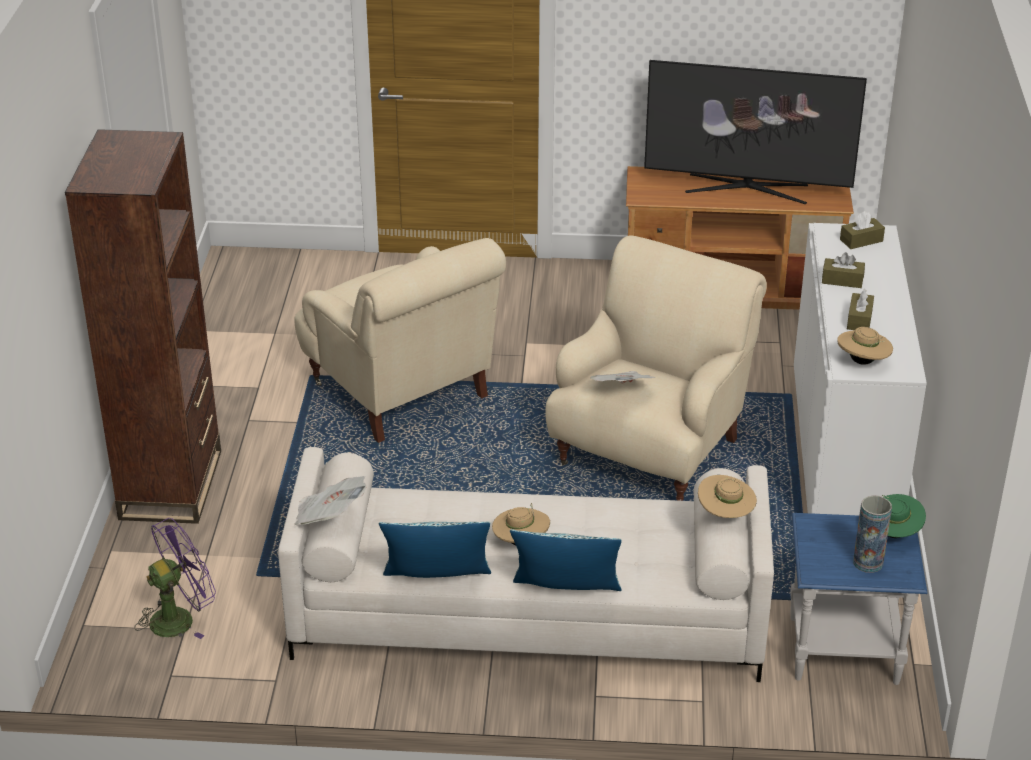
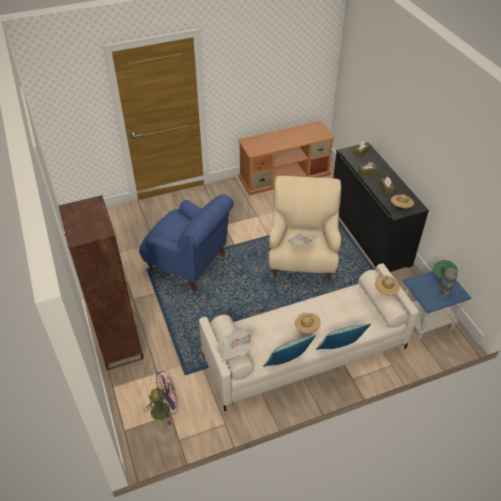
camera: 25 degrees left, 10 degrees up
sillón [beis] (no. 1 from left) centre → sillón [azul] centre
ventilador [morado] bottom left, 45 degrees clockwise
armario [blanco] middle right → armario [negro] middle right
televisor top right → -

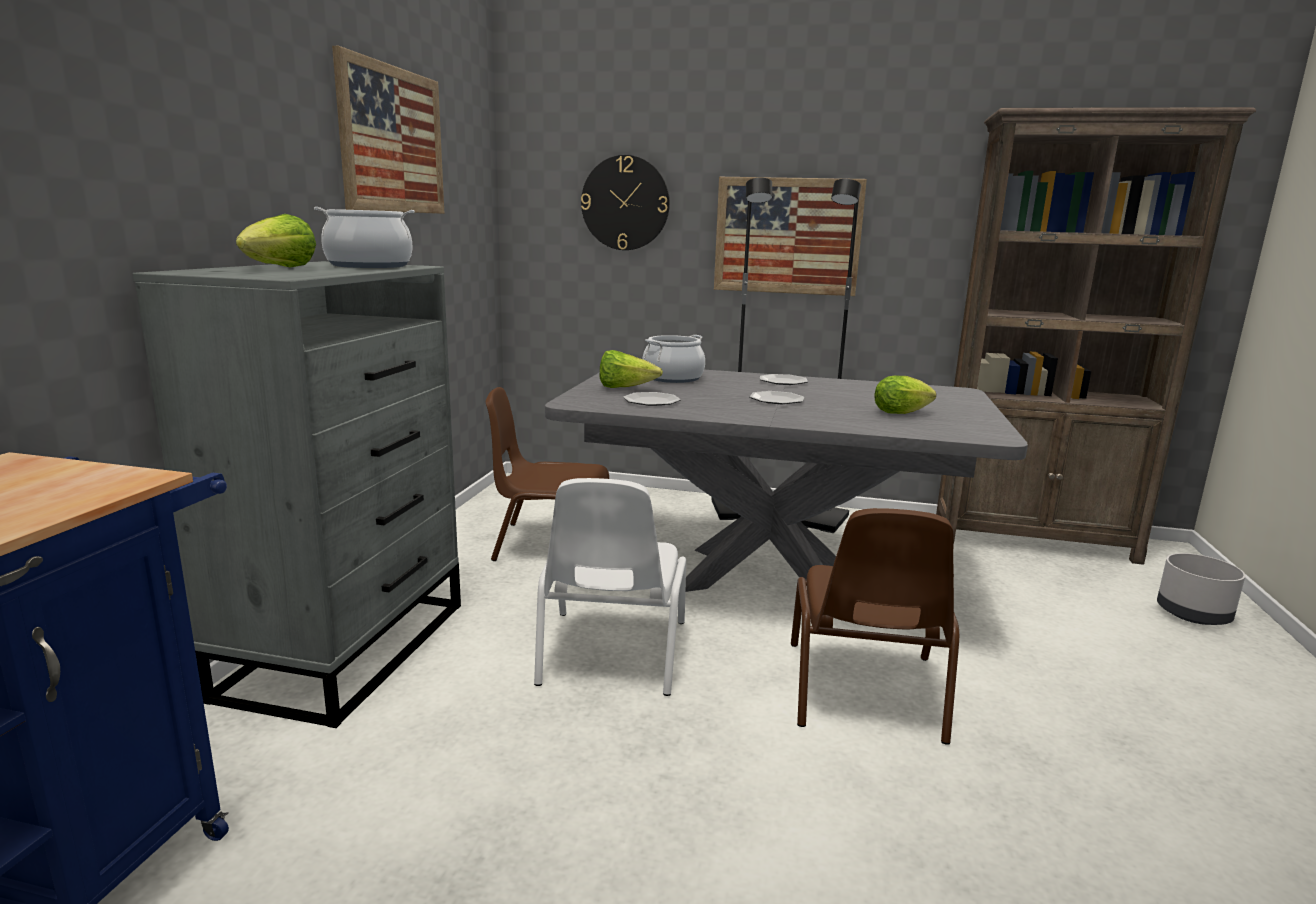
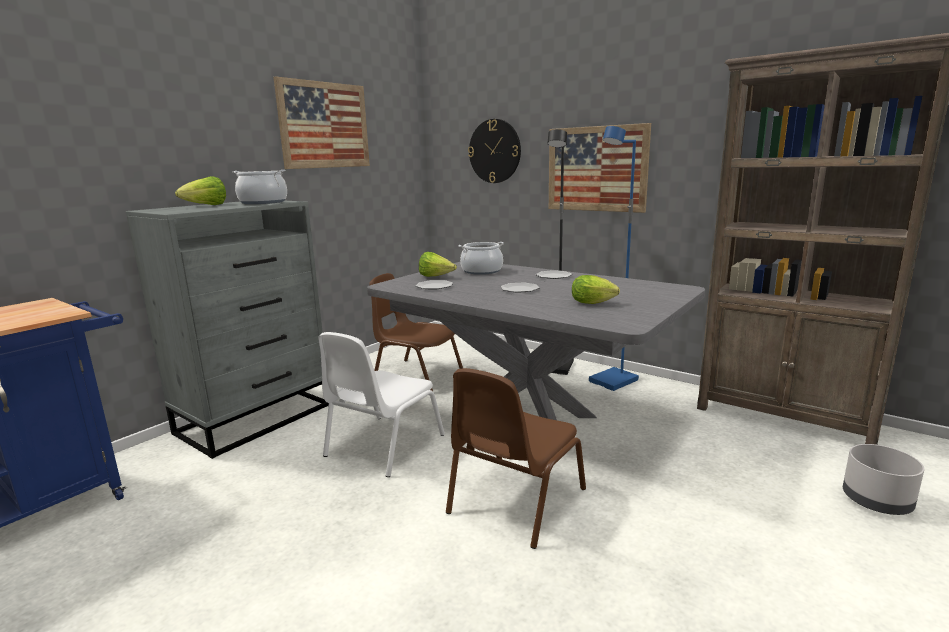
camera: 25 degrees right, 0 degrees up
lámpara de pie [negro] (no. 2 from left) centre → lámpara de pie [azul] centre

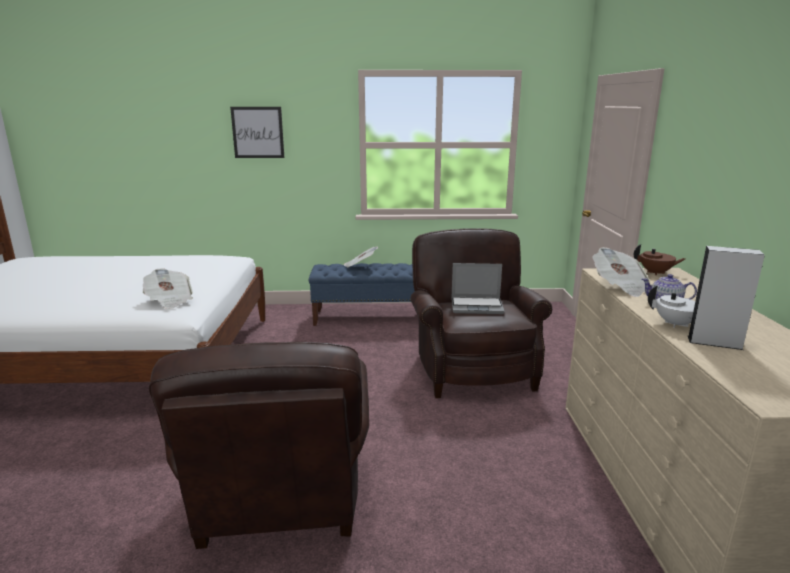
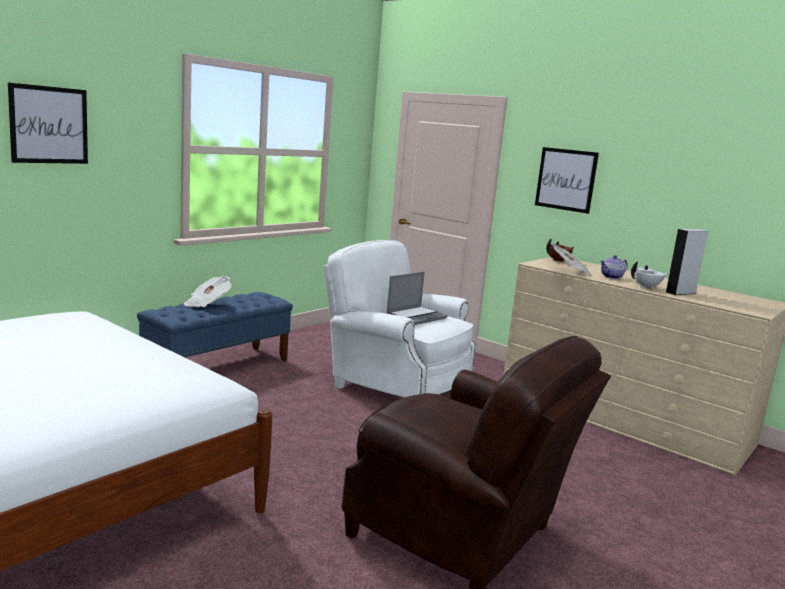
camera: 50 degrees left, 5 degrees down
sillón [marrón] (no. 2 from left) centre → sillón [blanco] centre
- → cuadro (no. 2 from left) top right
periódico (no. 1 from left) middle left → -

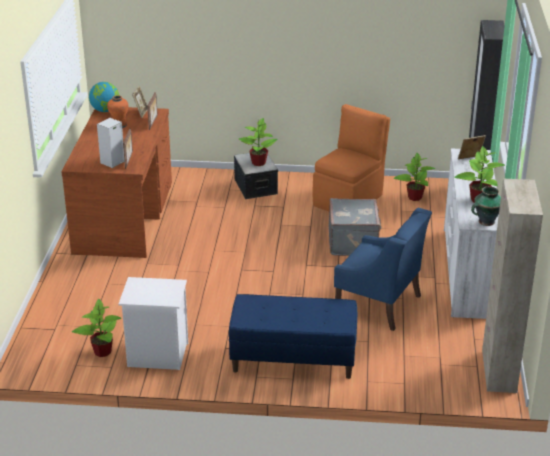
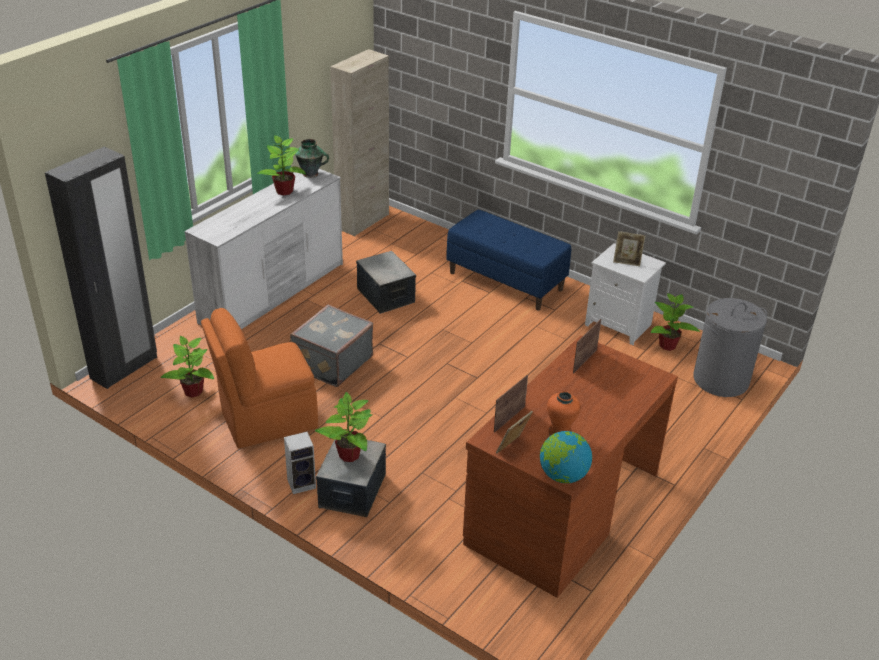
camera: 150 degrees left, 5 degrees up
altavoz top left → altavoz bottom centre, relocated
sillón [azul] middle right → caja de almacenaje (no. 2 from left) centre
portarretratos (no. 4 from left) top right → portarretratos (no. 4 from left) middle right, relocated
- → cesto de la ropa [gris] middle right

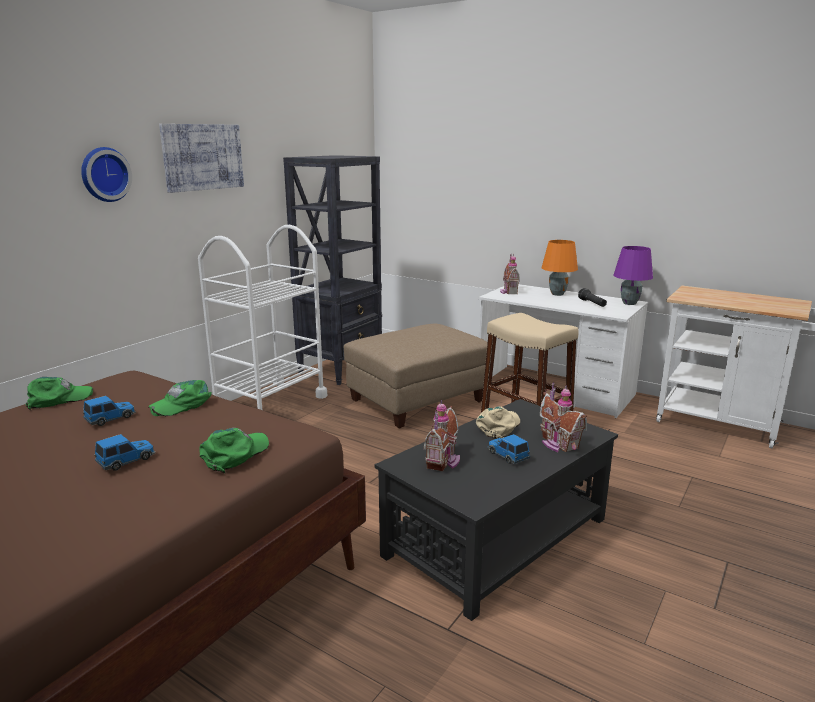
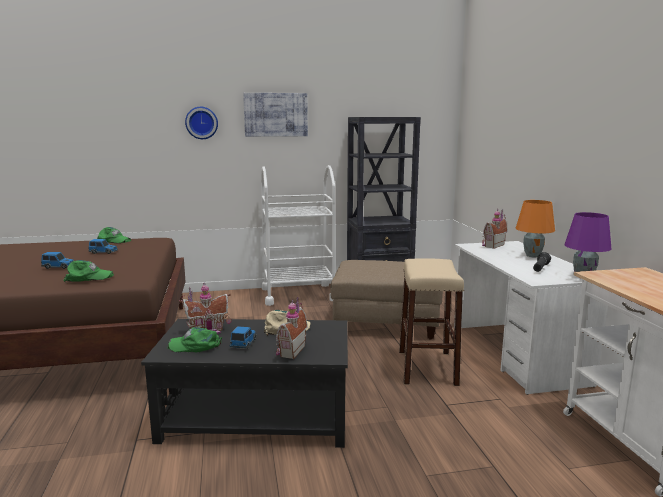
camera: 45 degrees right, 5 degrees down
gorra [verde] (no. 2 from left in the first image) middle left → gorra [verde] (no. 3 from left) bottom left, relocated

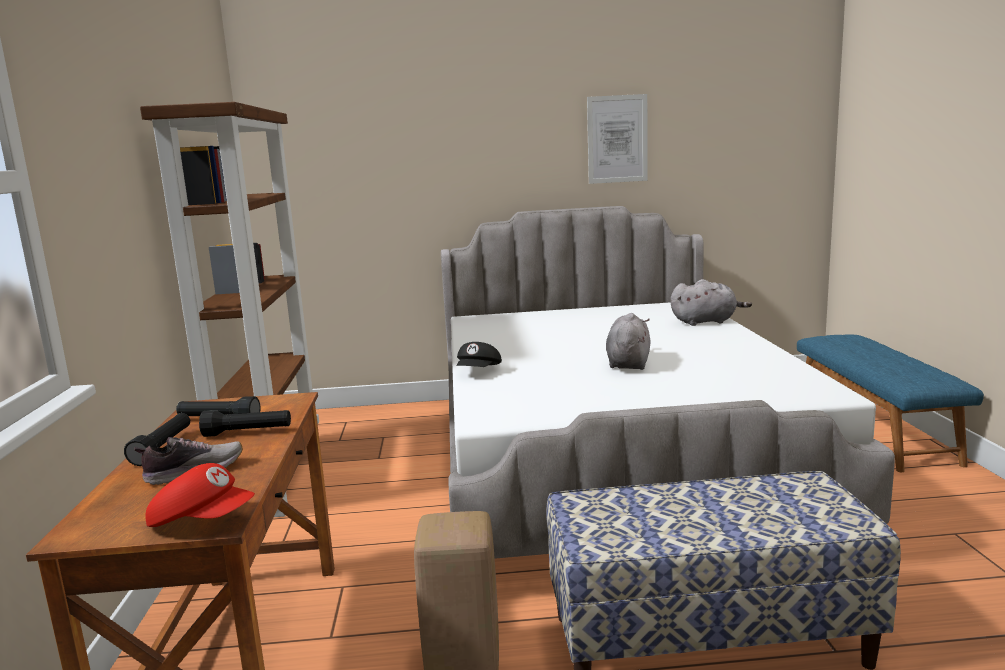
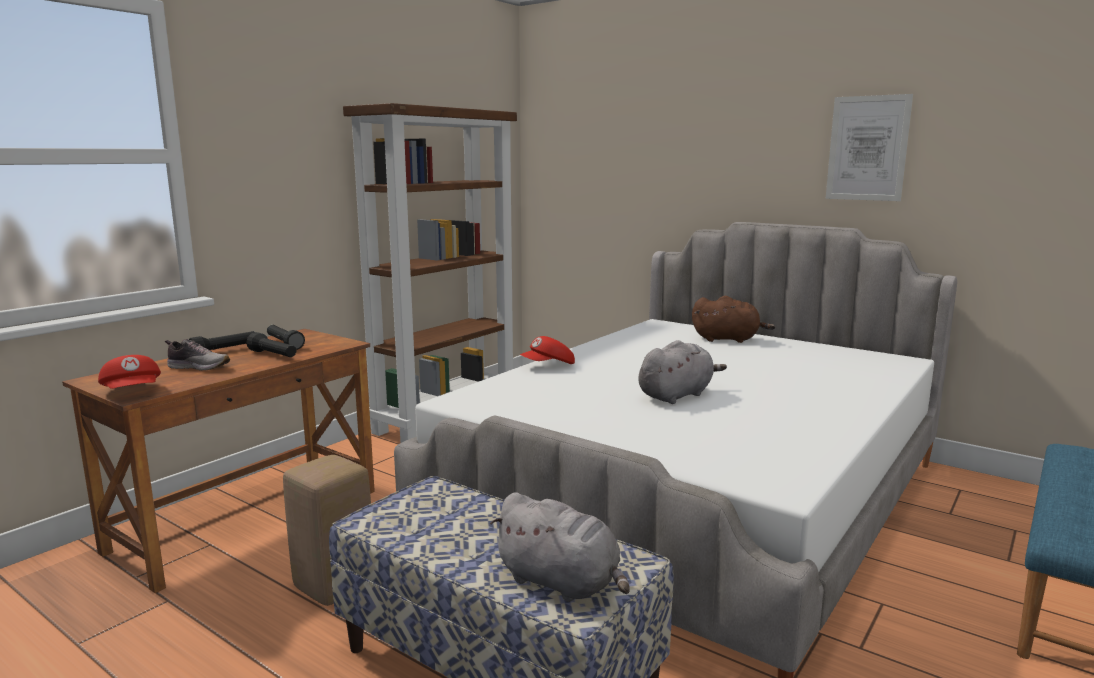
camera: 40 degrees right, 0 degrees up
peluche [gris] (no. 2 from left in the first image) middle right → peluche [gris] (no. 1 from left) bottom centre, relocated
gorra [negro] centre → gorra [rojo] (no. 2 from left) centre
- → peluche [marrón] middle right

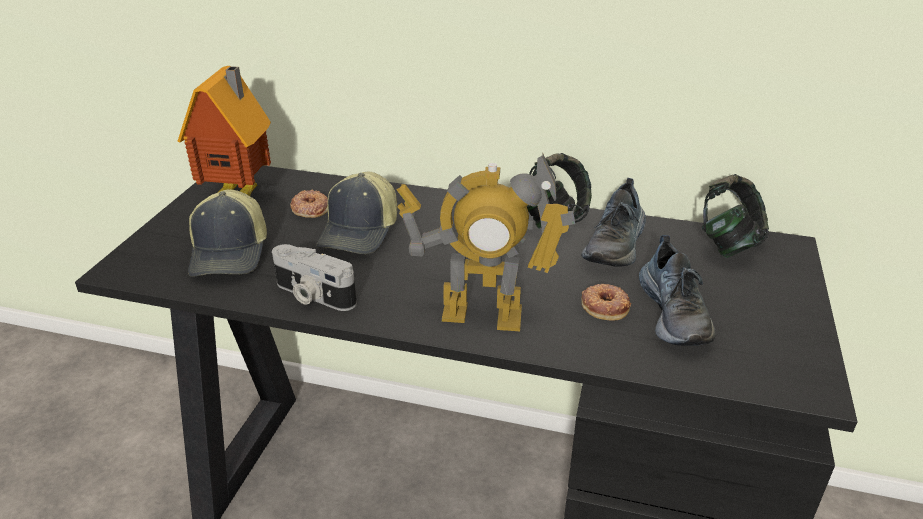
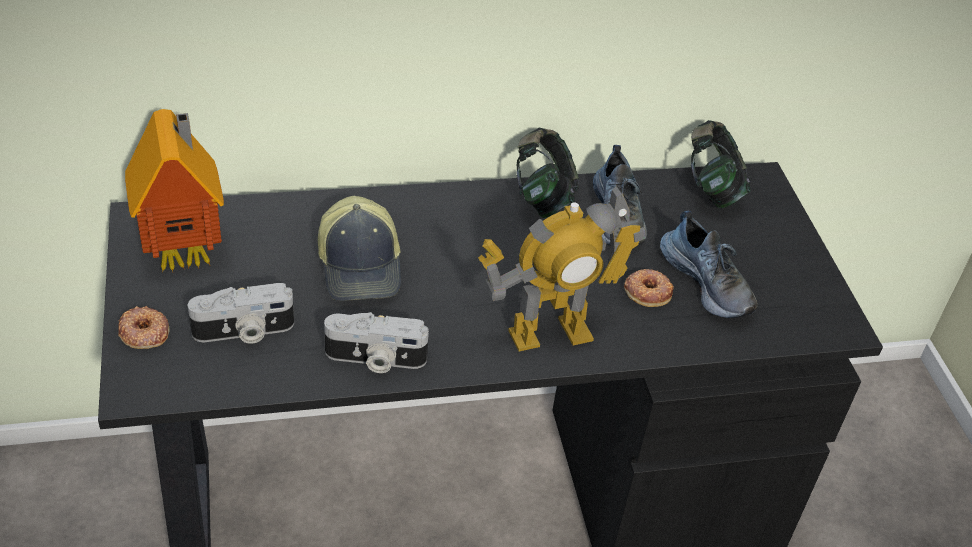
camera: 30 degrees left, 10 degrees up
rosquilla (no. 1 from left) centre → rosquilla (no. 1 from left) middle left, relocated
gorra (no. 1 from left) middle left → cámara (no. 1 from left) middle left

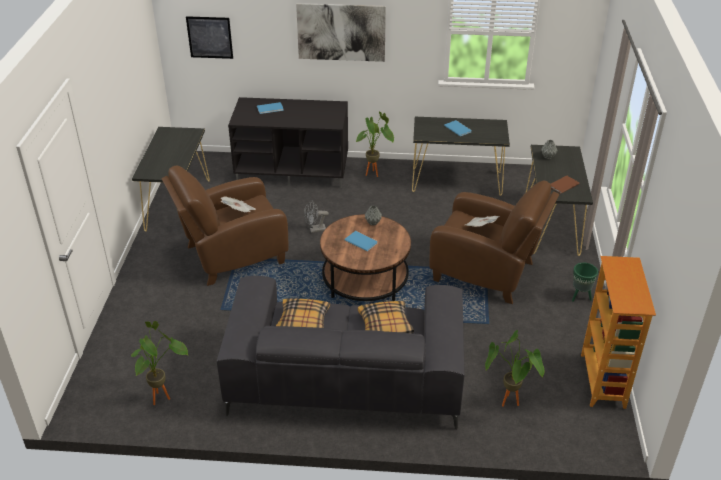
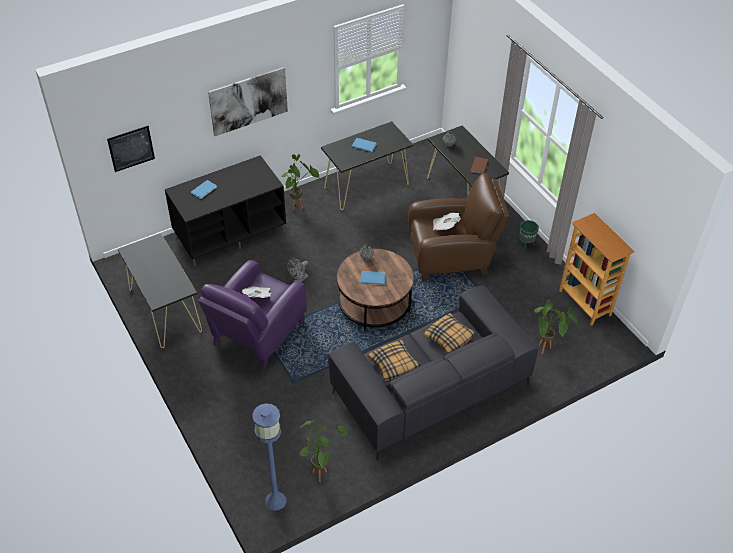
camera: 35 degrees left, 10 degrees up
sillón [marrón] (no. 1 from left) middle left → sillón [morado] centre
- → lámpara de pie [azul] bottom centre

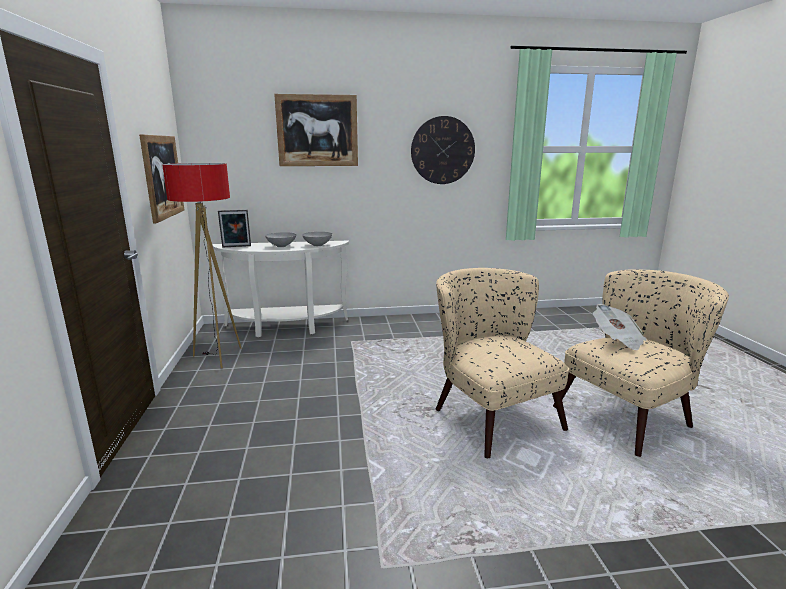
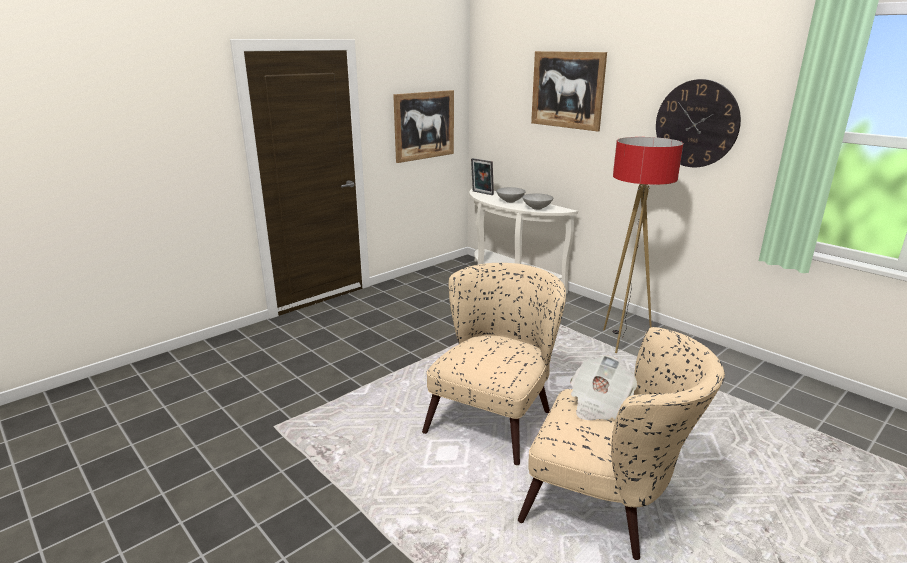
camera: 55 degrees right, 5 degrees up
lámpara de pie middle left → lámpara de pie middle right, relocated

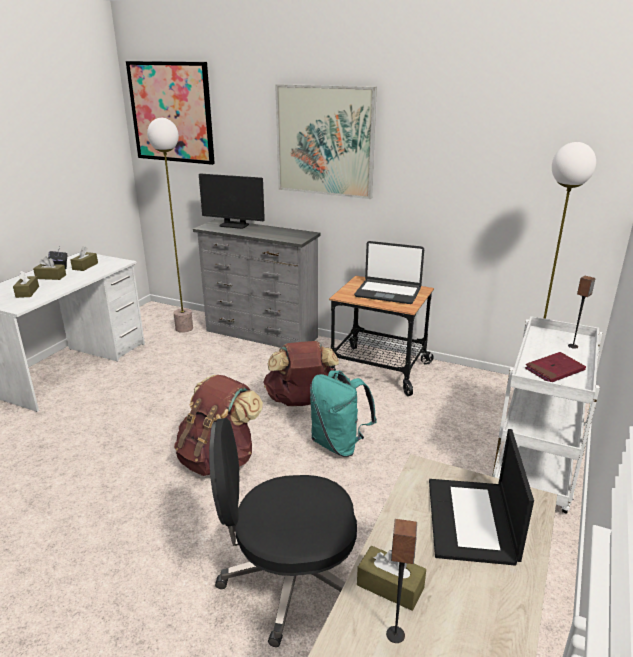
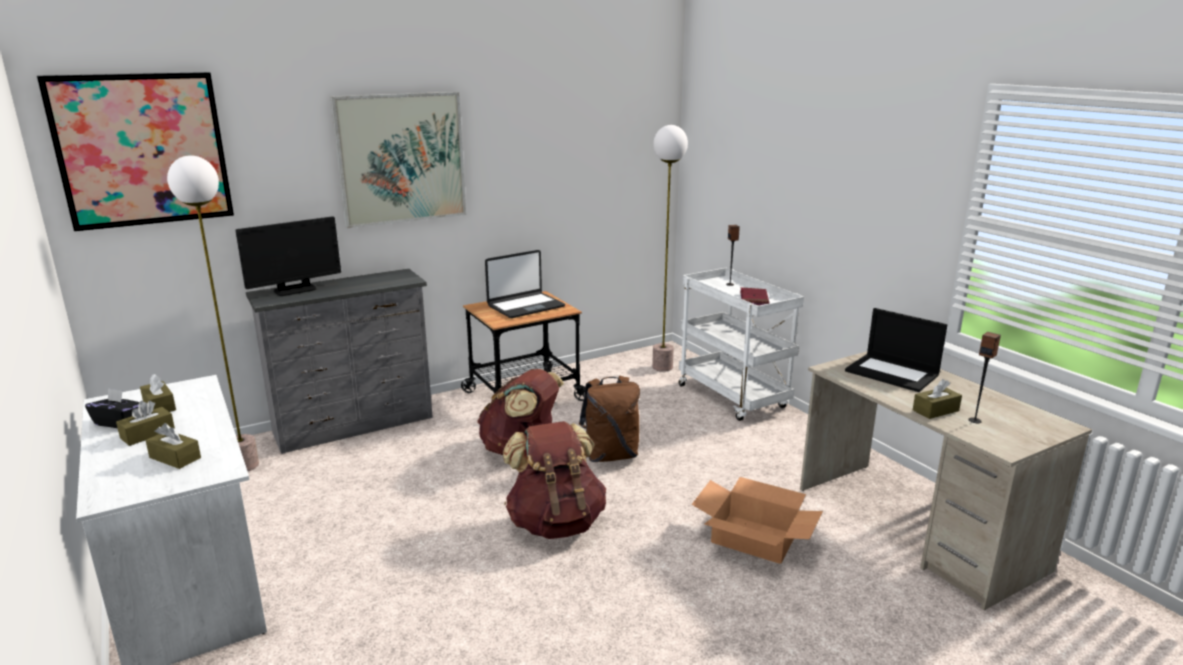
camera: 55 degrees left, 5 degrees down
mochila [turquesa] centre → mochila [marrón] (no. 3 from left) centre
silla de oficina [negro] bottom centre → caja de cartón bottom centre

